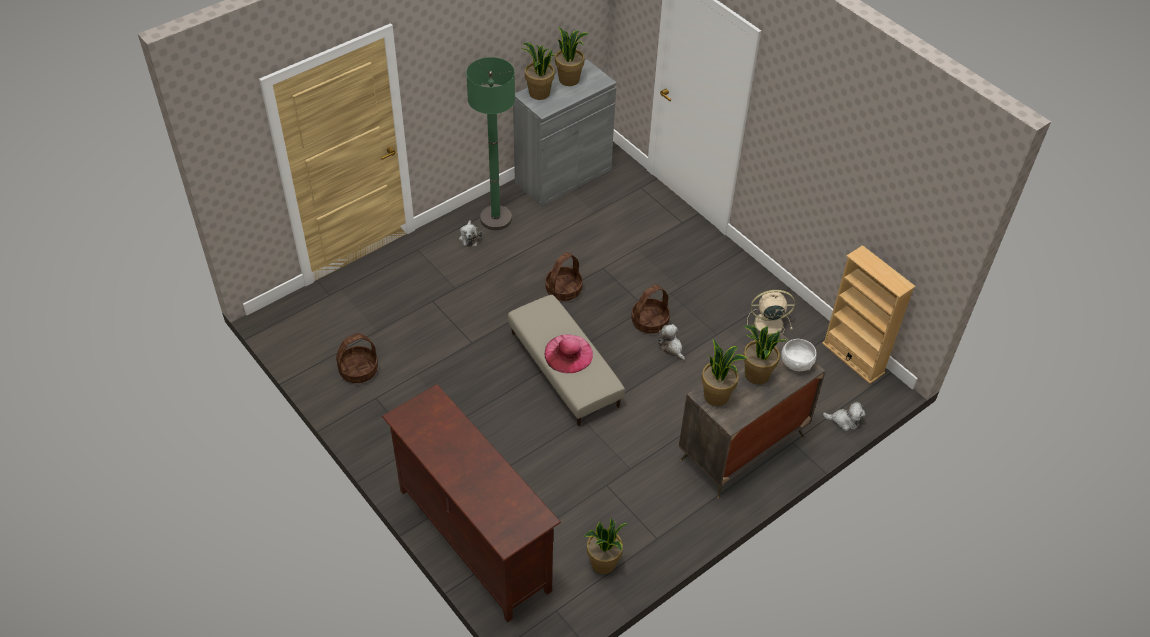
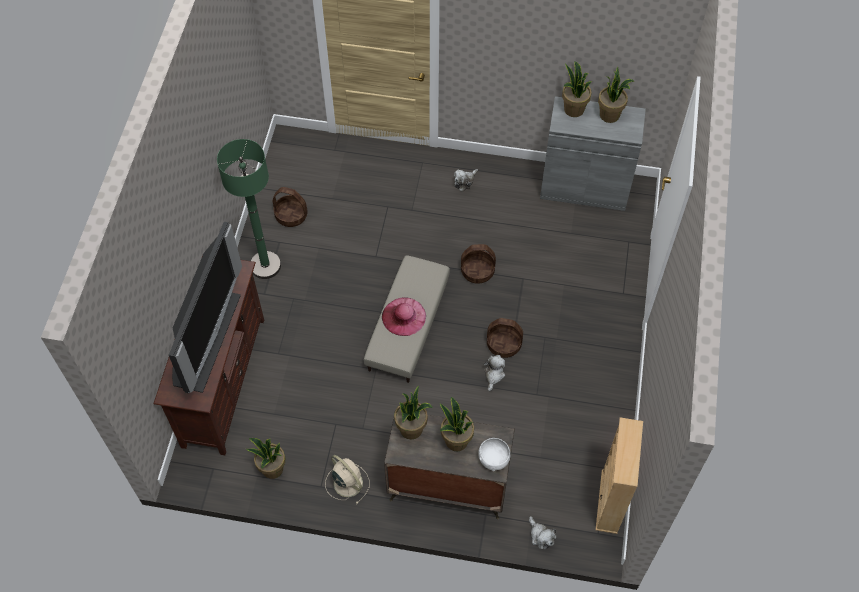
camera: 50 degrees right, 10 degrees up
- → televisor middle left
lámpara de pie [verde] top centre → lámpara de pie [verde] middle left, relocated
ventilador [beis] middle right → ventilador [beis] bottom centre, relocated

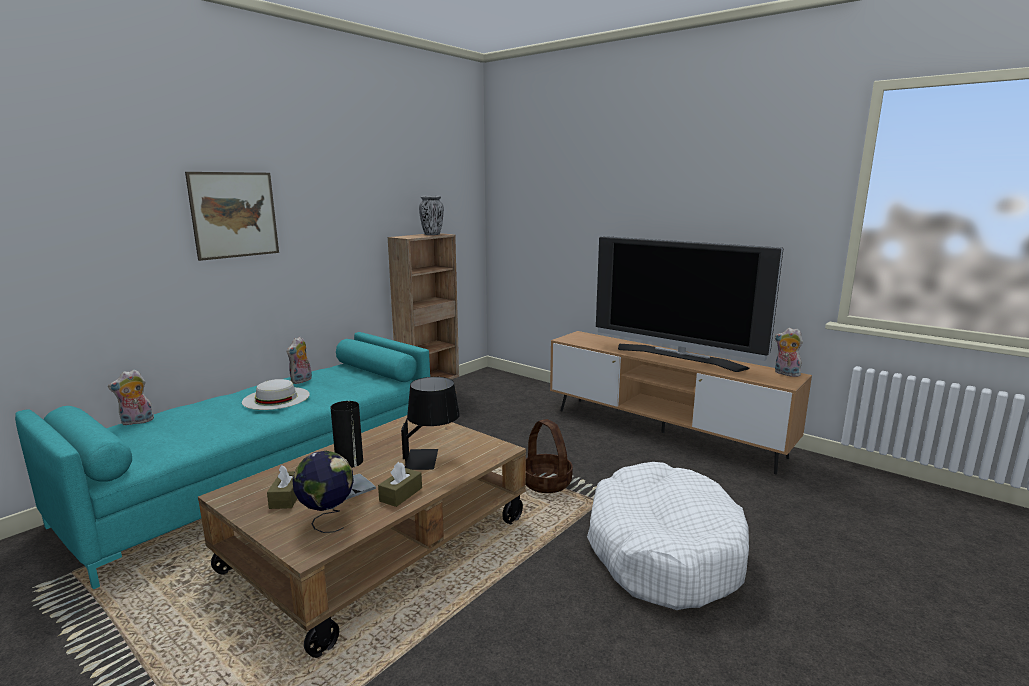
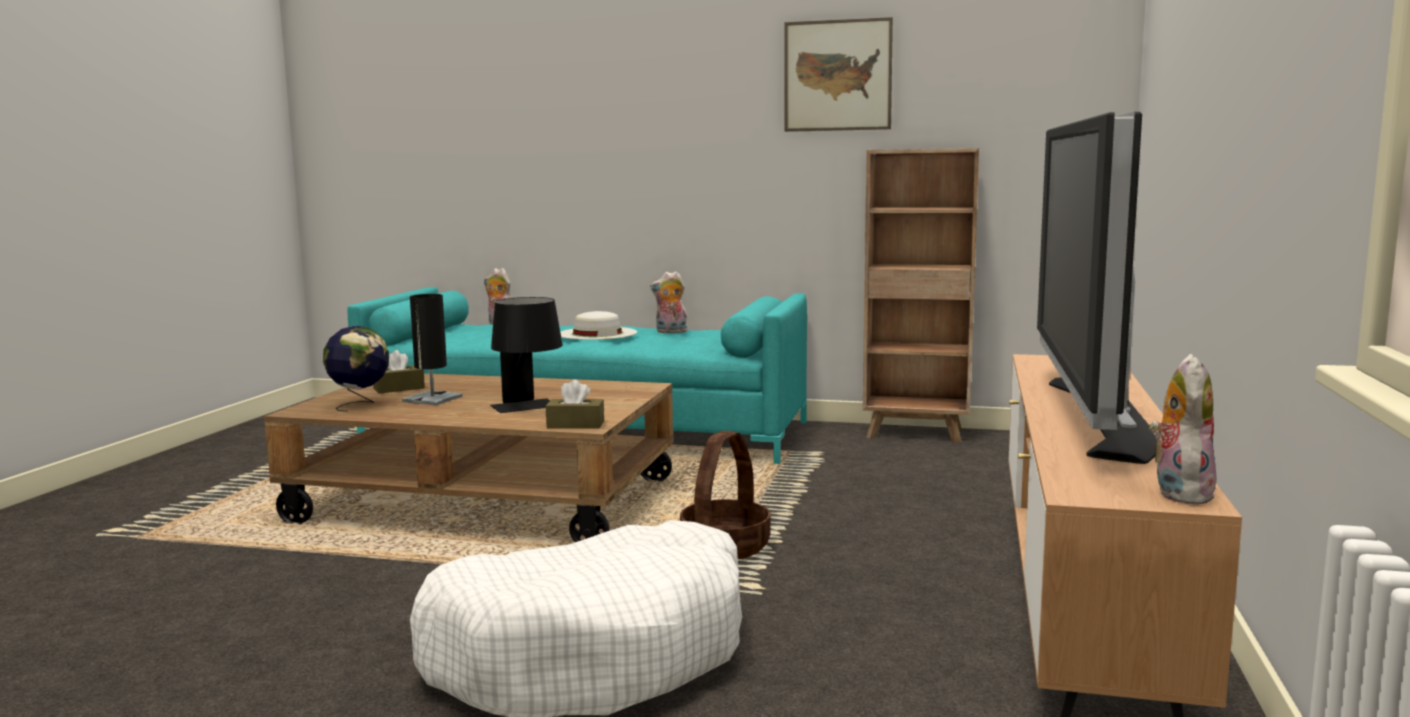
camera: 65 degrees right, 5 degrees down
caja de pañuelos [marrón] (no. 2 from left) bottom centre → caja de pañuelos [marrón] (no. 2 from left) centre, relocated
cuadro top left → cuadro top centre, relocated
florero top centre → -

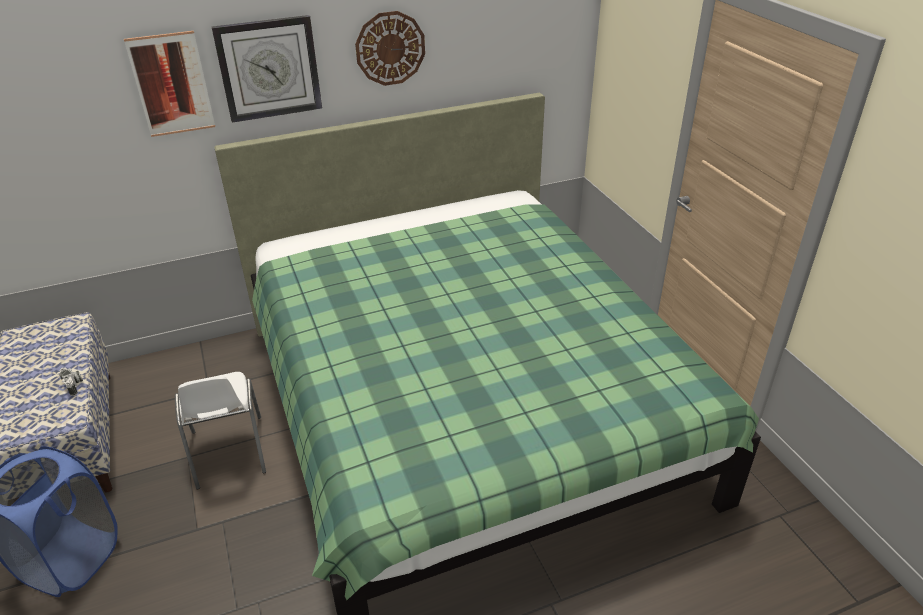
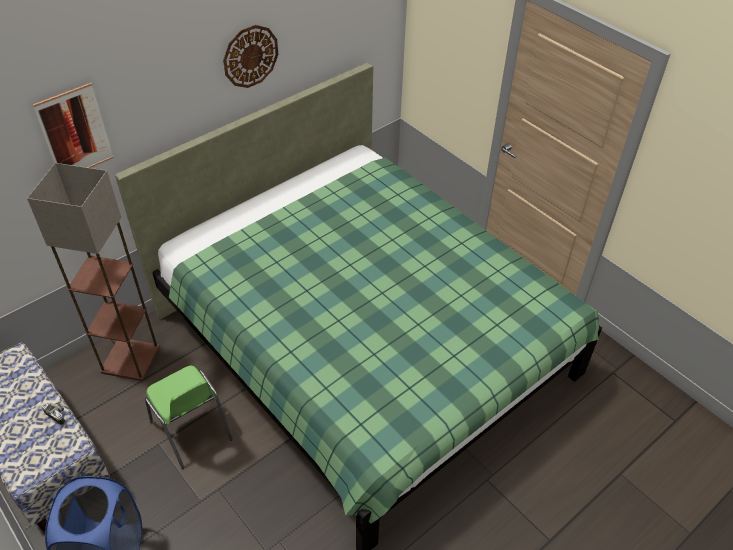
camera: 20 degrees left, 10 degrees up
- → lámpara de pie middle left
silla [blanco] bottom left → silla [verde] bottom left
reloj de pared (no. 1 from left) top left → -

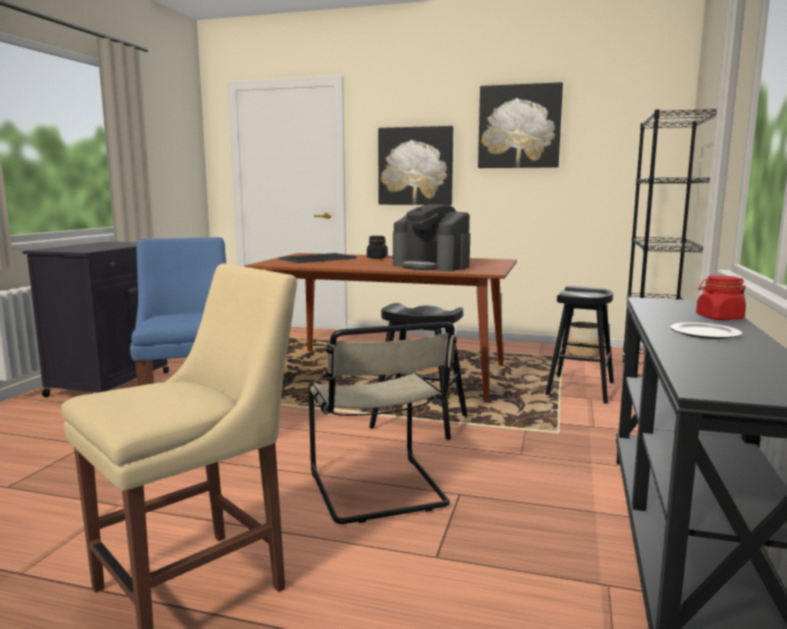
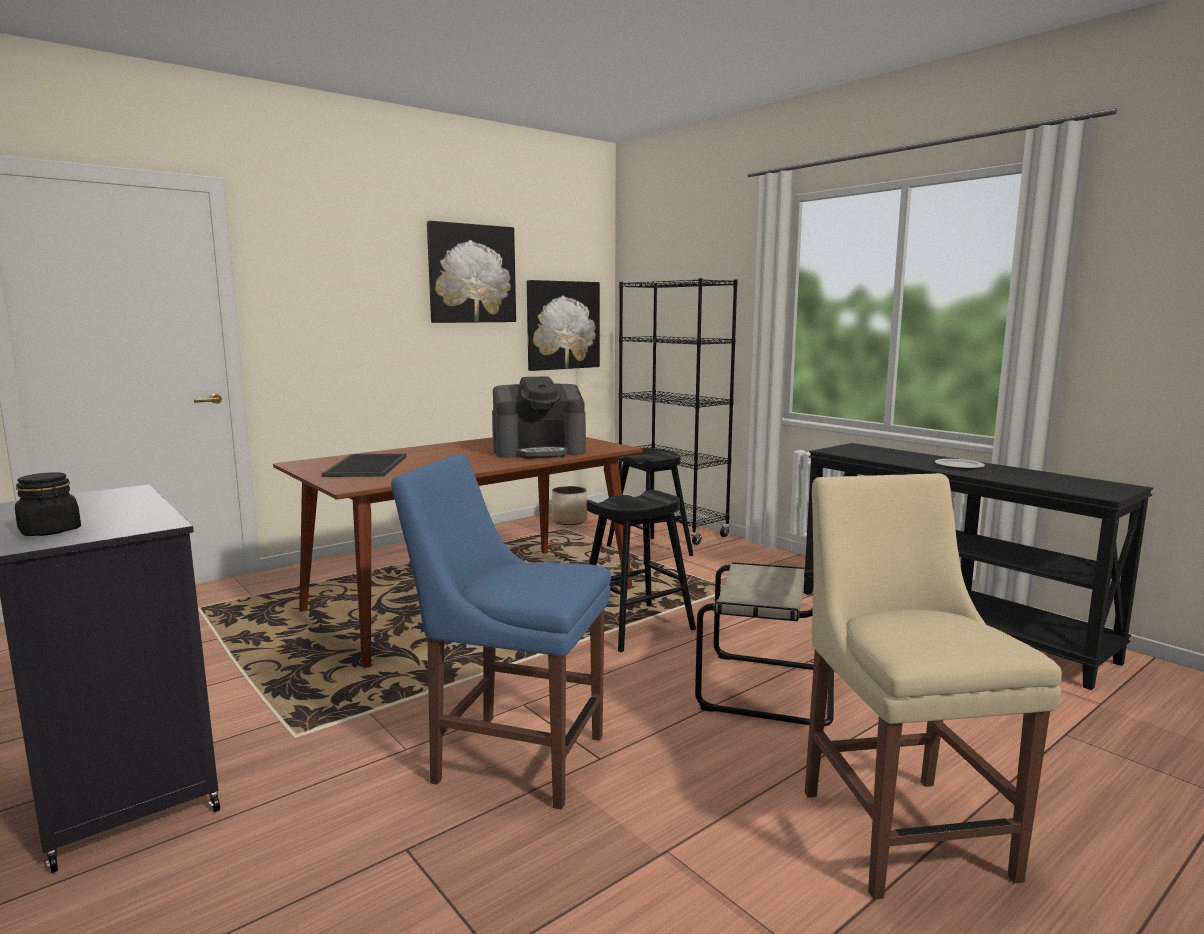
camera: 55 degrees left, 0 degrees up
tarro [negro] centre → tarro [negro] middle left, relocated
cuadro (no. 1 from left in the first image) top centre → cuadro (no. 2 from left) centre, relocated
tarro [rojo] middle right → -

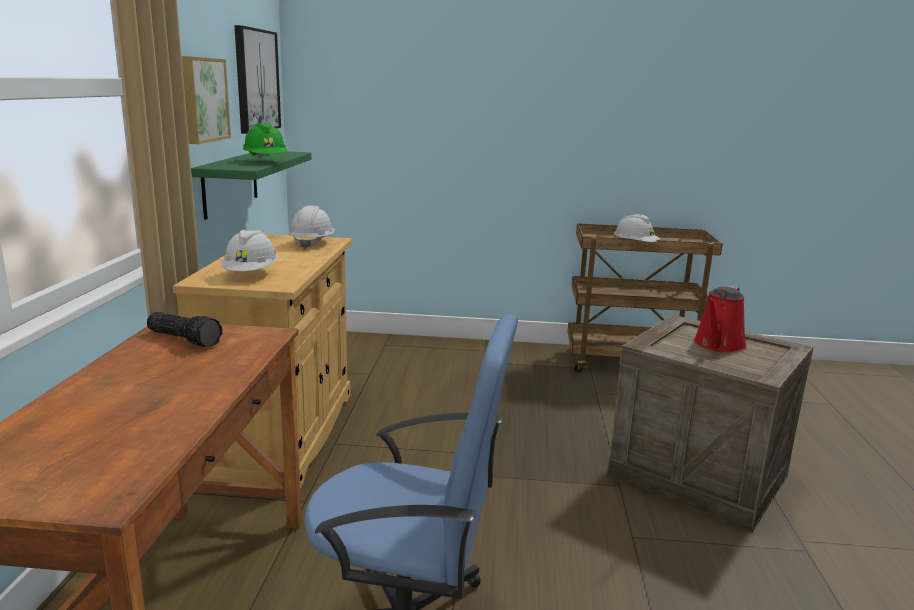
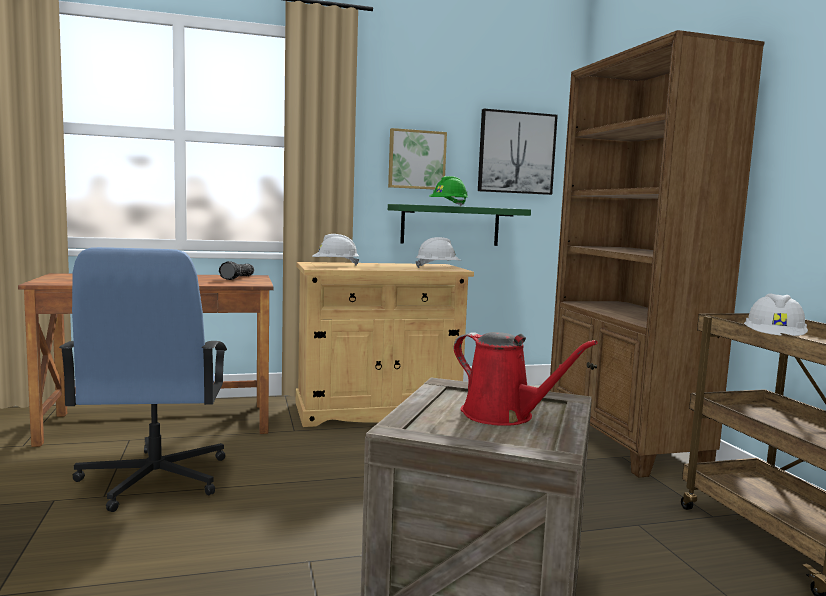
camera: 70 degrees right, 10 degrees down
regadera [rojo] middle right → regadera [rojo] centre, 150 degrees counterclockwise
- → estantería [marrón] middle right

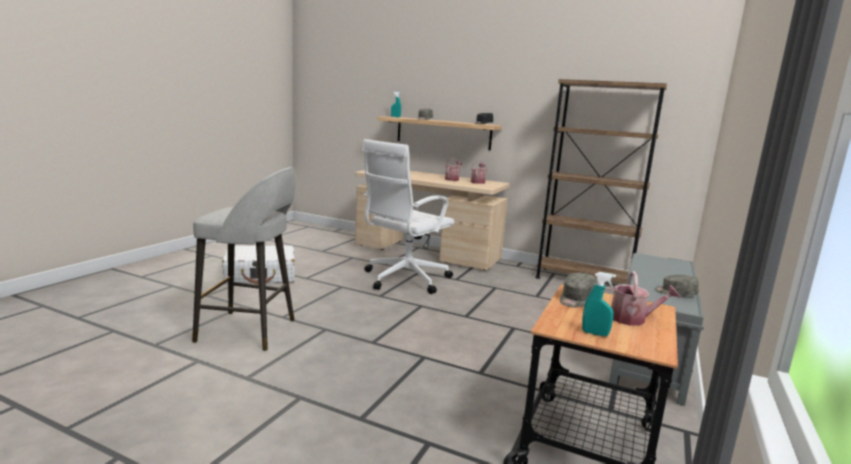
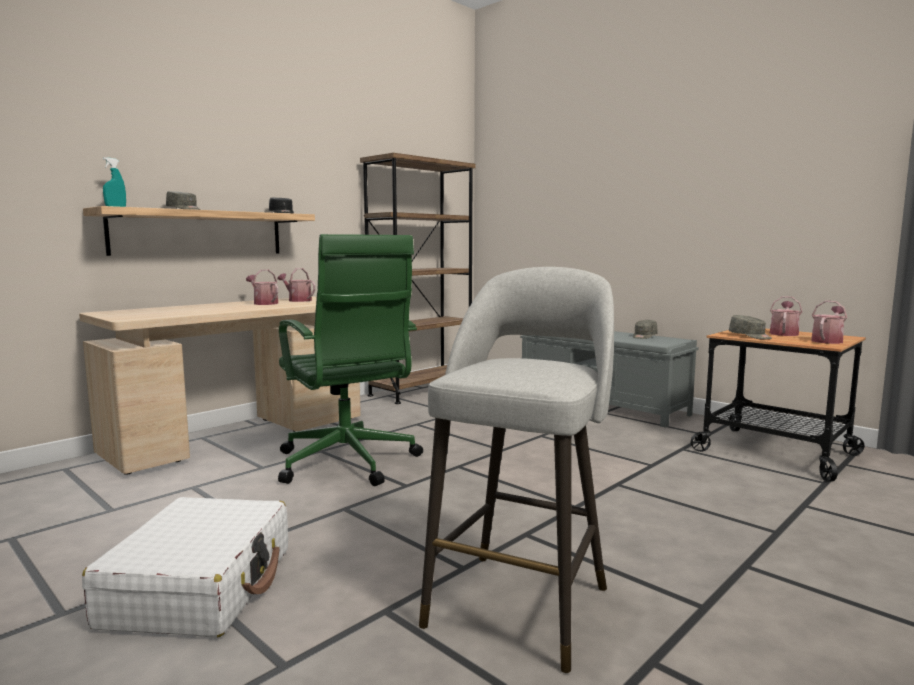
camera: 70 degrees left, 5 degrees down
silla de oficina [blanco] centre → silla de oficina [verde] centre
pulverizador [turquesa] (no. 2 from left) middle right → regadera (no. 4 from left) middle right

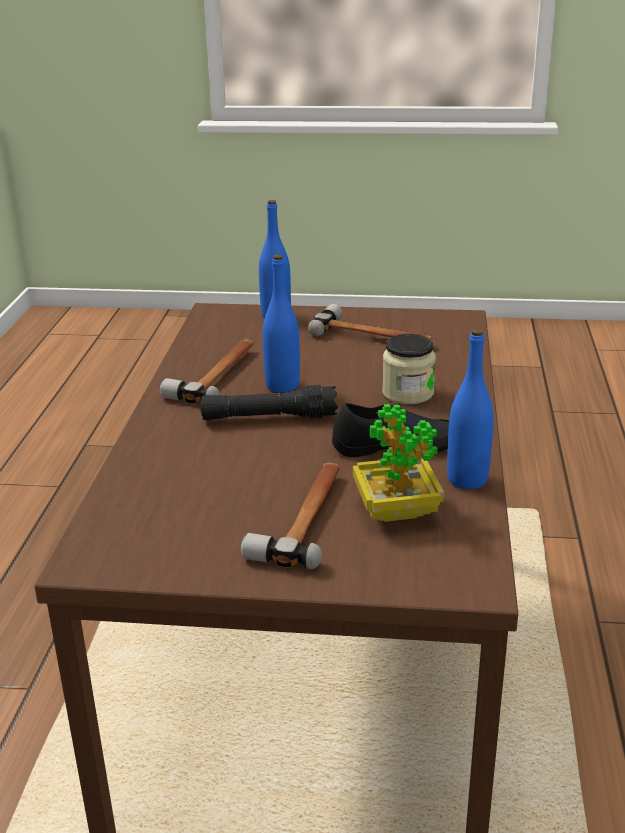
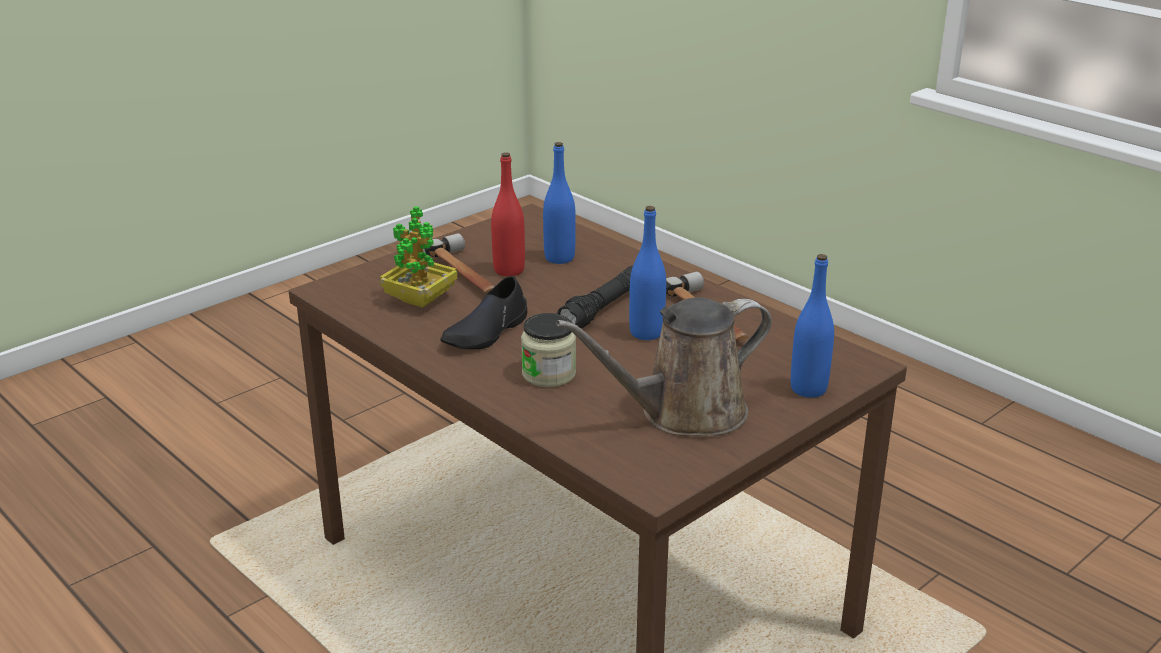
camera: 130 degrees right, 0 degrees up
- → botella [rojo] top centre
botella [azul] (no. 3 from left in the first image) middle right → botella [azul] (no. 1 from left) top centre, relocated
martillo (no. 3 from left) centre → regadera [marrón] centre

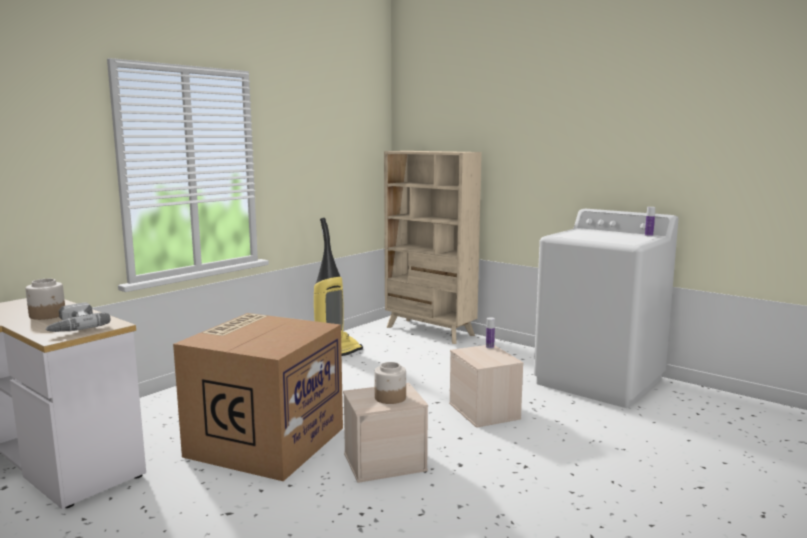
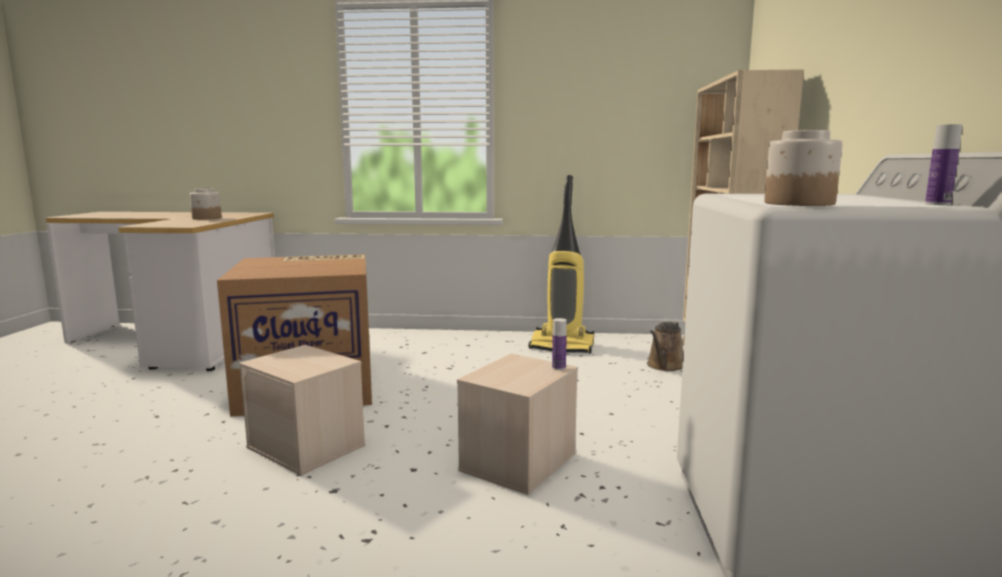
camera: 55 degrees right, 0 degrees up
- → regadera [marrón] centre
tarro (no. 2 from left) bottom centre → tarro (no. 2 from left) top right, relocated
taladro middle left → -

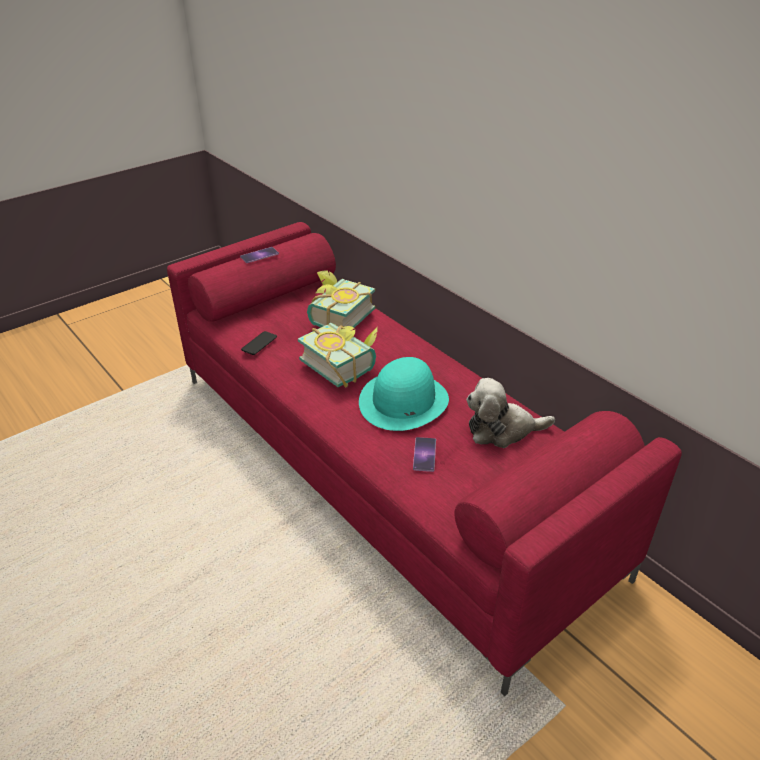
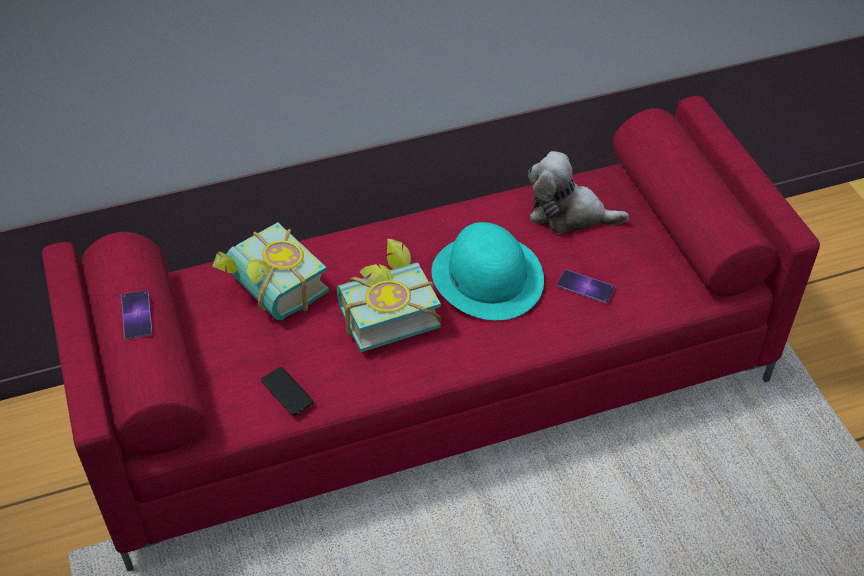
camera: 70 degrees left, 10 degrees up
peluche middle right, 90 degrees clockwise

